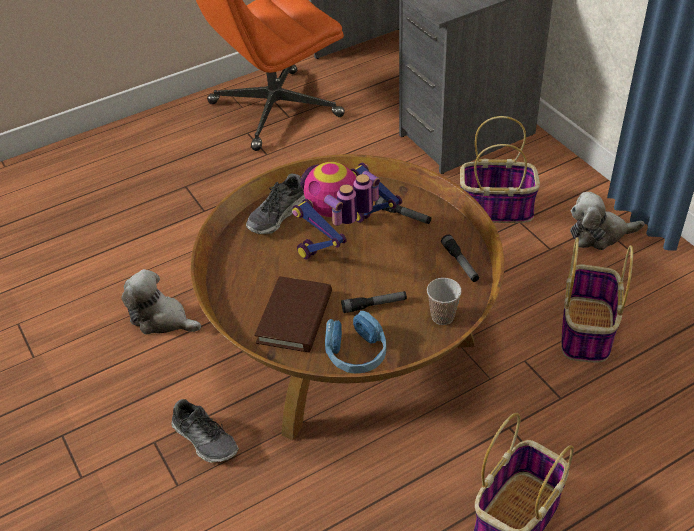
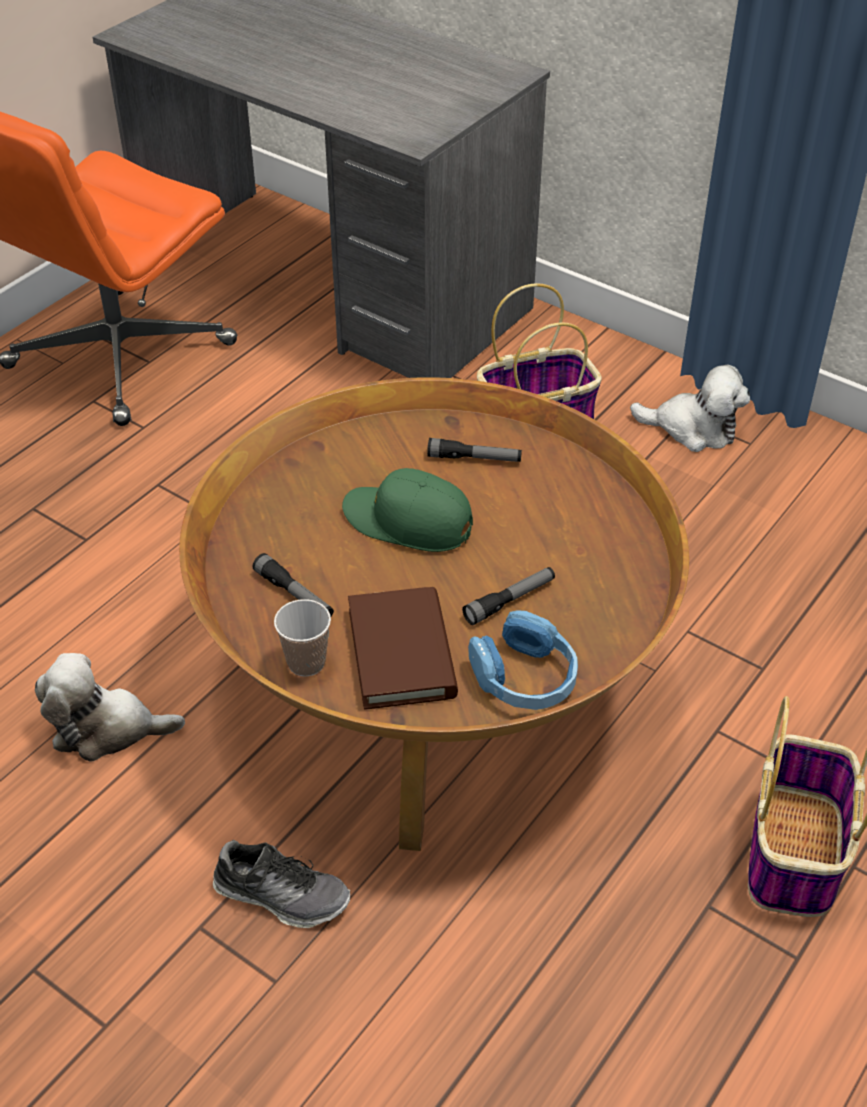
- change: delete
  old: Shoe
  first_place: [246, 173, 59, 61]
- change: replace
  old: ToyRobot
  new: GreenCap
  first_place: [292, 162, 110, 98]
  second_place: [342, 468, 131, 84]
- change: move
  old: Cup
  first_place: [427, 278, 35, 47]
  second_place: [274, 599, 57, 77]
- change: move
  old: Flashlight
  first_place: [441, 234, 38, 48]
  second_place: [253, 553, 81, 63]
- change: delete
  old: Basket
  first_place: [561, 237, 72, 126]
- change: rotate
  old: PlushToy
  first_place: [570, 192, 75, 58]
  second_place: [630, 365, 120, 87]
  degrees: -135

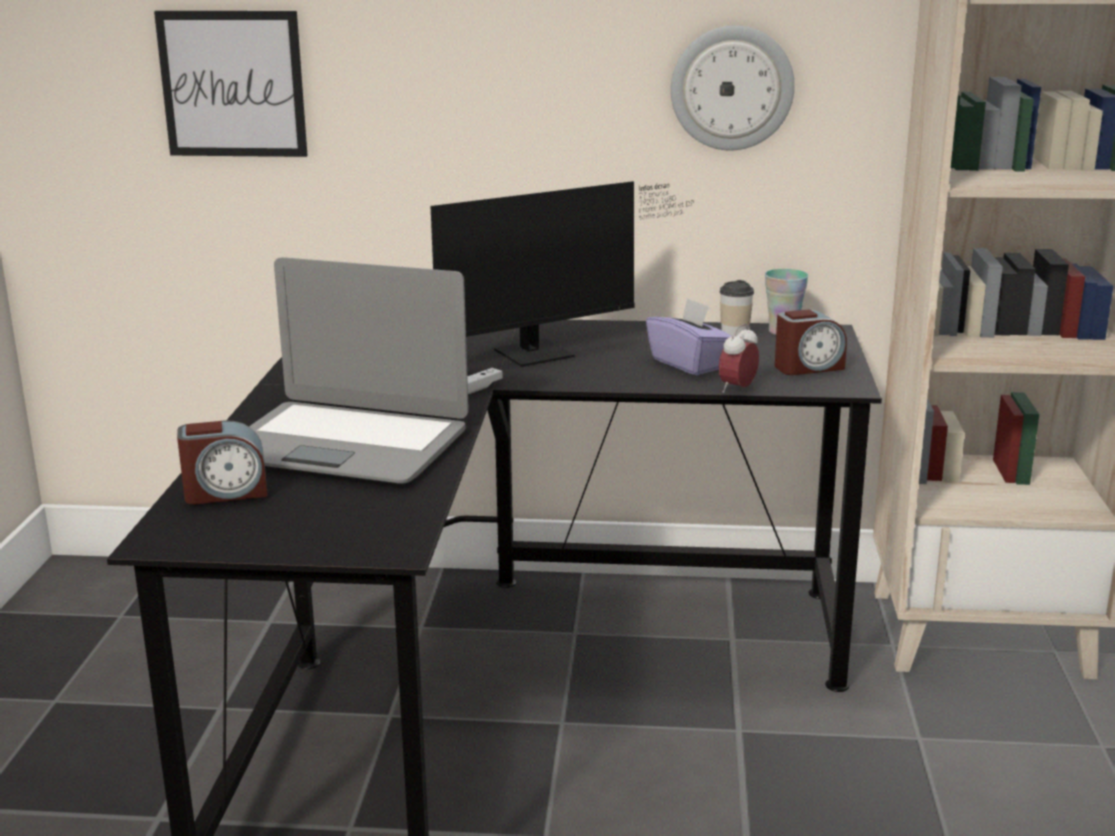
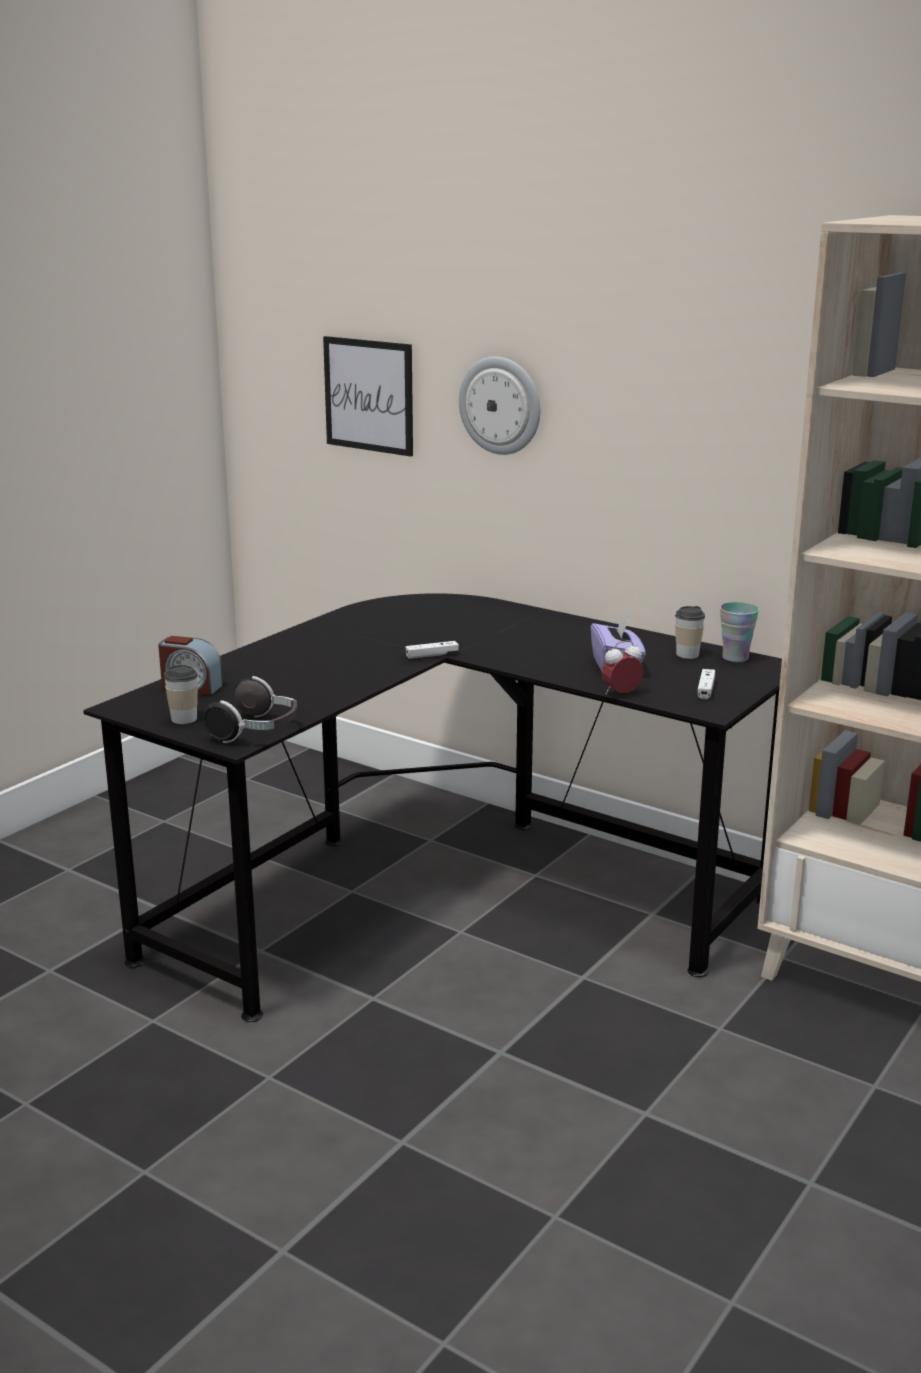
- change: delete
  old: Laptop
  first_place: [249, 257, 220, 227]
- change: delete
  old: Monitor
  first_place: [431, 181, 263, 186]
- change: move
  old: WallClock
  first_place: [671, 25, 124, 125]
  second_place: [459, 357, 81, 98]
- change: replace
  old: AlarmClock
  new: WhiteGameController
  first_place: [775, 309, 72, 66]
  second_place: [697, 669, 18, 30]
- change: insert
  new: Cup
  second_place: [164, 665, 34, 59]
- change: insert
  new: Headphones
  second_place: [203, 676, 94, 67]

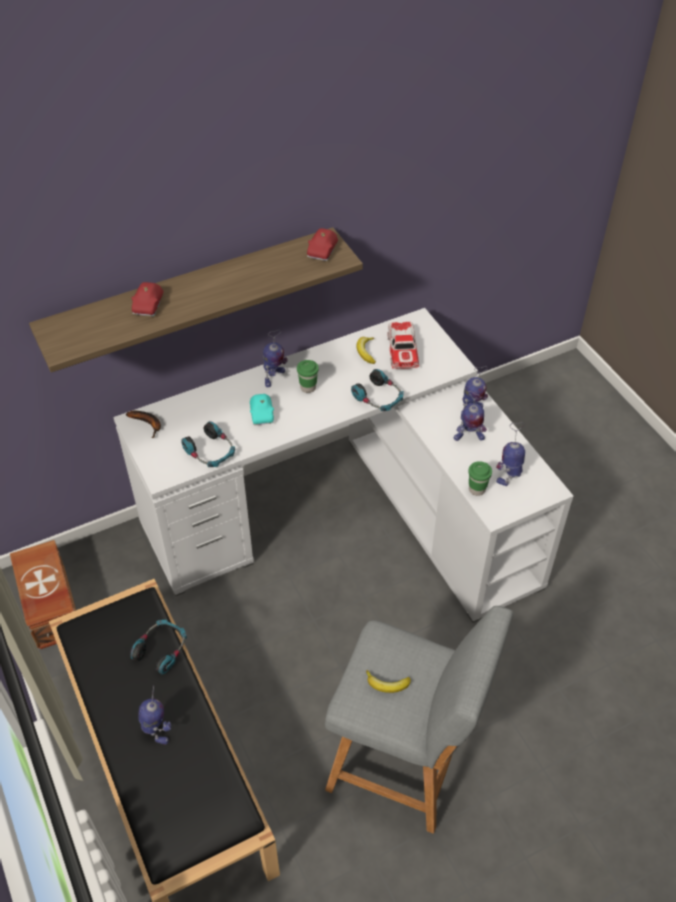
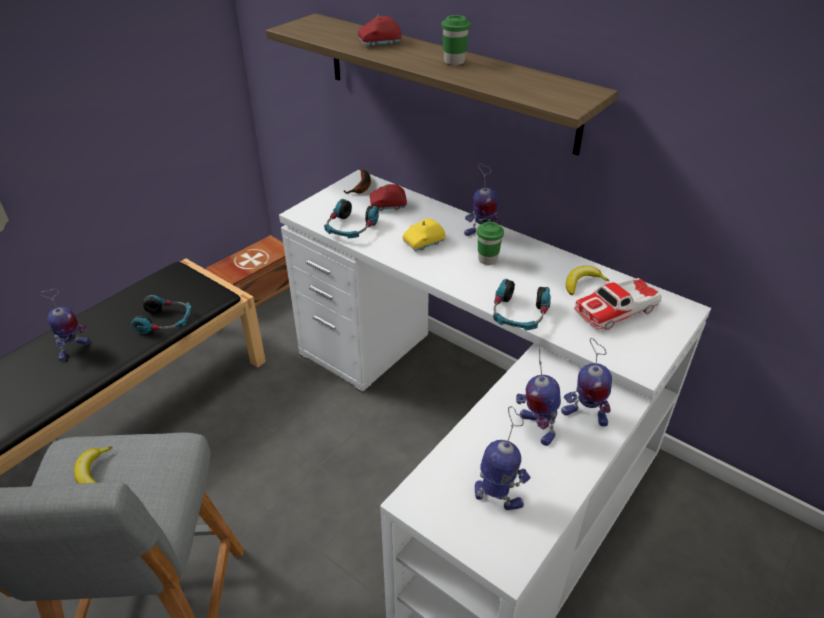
- change: recolor
  old: TurquoiseToyCar
  new: YellowToyCar
  first_place: [250, 394, 24, 31]
  second_place: [403, 219, 43, 32]
- change: move
  old: RedToyCar
  first_place: [307, 228, 31, 33]
  second_place: [370, 184, 37, 27]
- change: move
  old: GreenCup
  first_place: [468, 461, 24, 35]
  second_place: [441, 15, 30, 50]

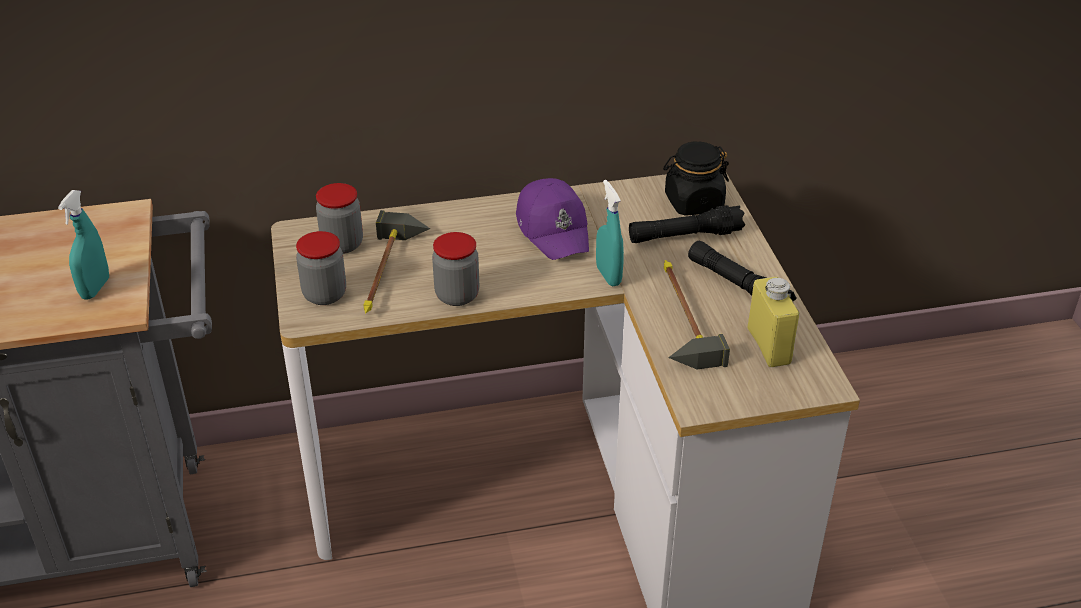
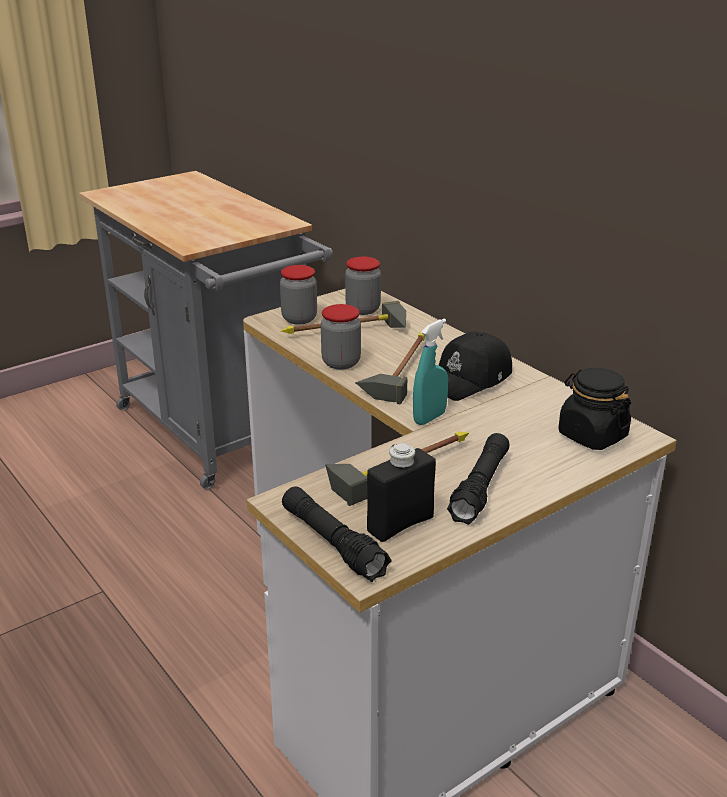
- change: delete
  old: TurquoiseSprayBottle
  first_place: [58, 190, 51, 110]
- change: recolor
  old: PurpleCap
  new: BlackCap
  first_place: [516, 178, 73, 82]
  second_place: [439, 331, 73, 70]
- change: move
  old: BlackFlashlight
  first_place: [629, 205, 116, 38]
  second_place: [282, 487, 109, 95]
- change: recolor
  old: YellowBottle
  new: BlackBottle
  first_place: [748, 277, 51, 90]
  second_place: [367, 443, 69, 99]
- change: insert
  new: Hammer
  second_place: [355, 333, 70, 72]

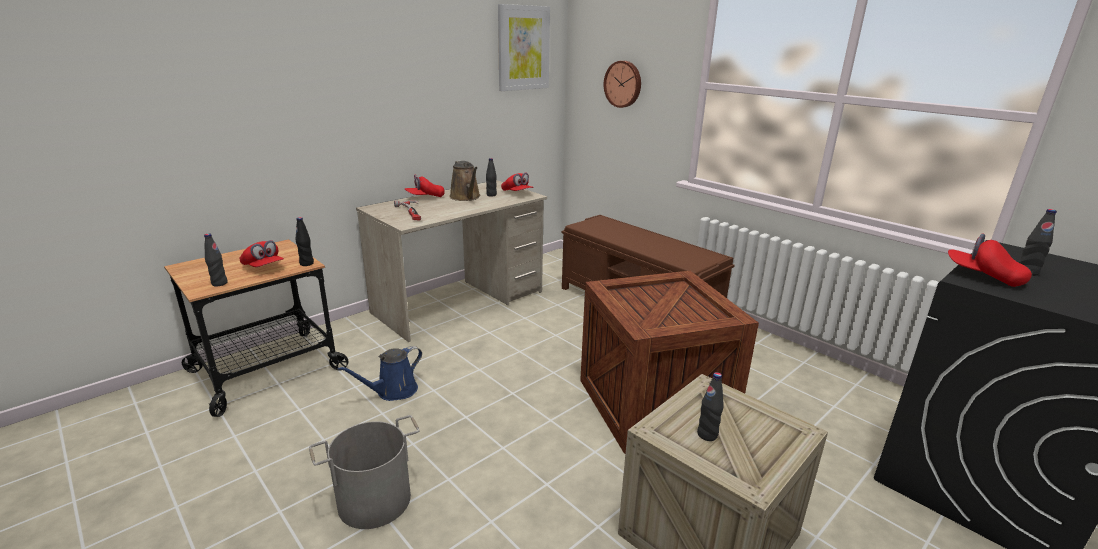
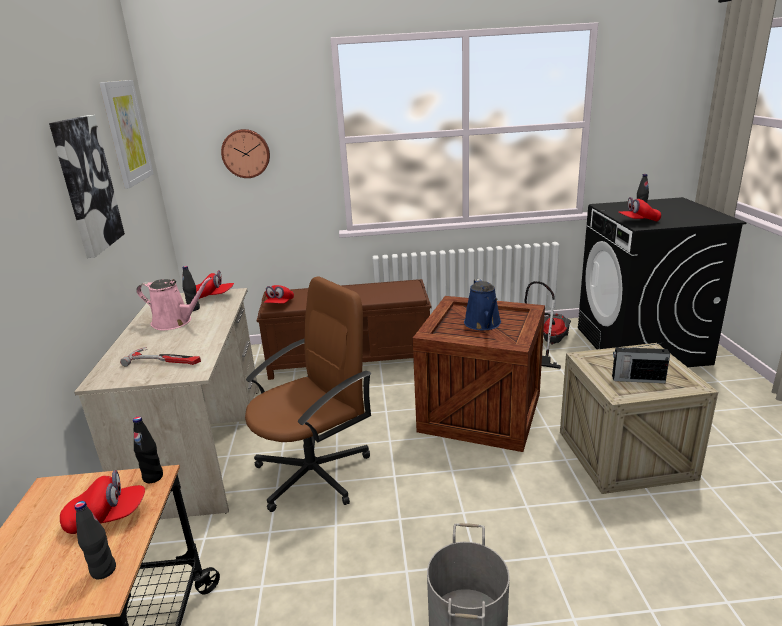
- change: move
  old: BlueWateringCan
  first_place: [337, 346, 85, 55]
  second_place: [464, 278, 37, 52]
- change: move
  old: RedCap
  first_place: [405, 175, 40, 22]
  second_place: [264, 285, 30, 18]
- change: recolor
  old: BrownWateringCan
  new: PinkWateringCan
  first_place: [449, 160, 31, 41]
  second_place: [136, 277, 76, 53]
- change: replace
  old: BlackBottle
  new: Radio
  first_place: [697, 372, 27, 69]
  second_place: [612, 343, 58, 40]
- change: insert
  new: Picture
  second_place: [49, 115, 76, 143]
- change: insert
  new: BrownOfficeChair
  second_place: [245, 276, 127, 236]
- change: insert
  new: VacuumCleaner
  second_place: [524, 281, 47, 88]

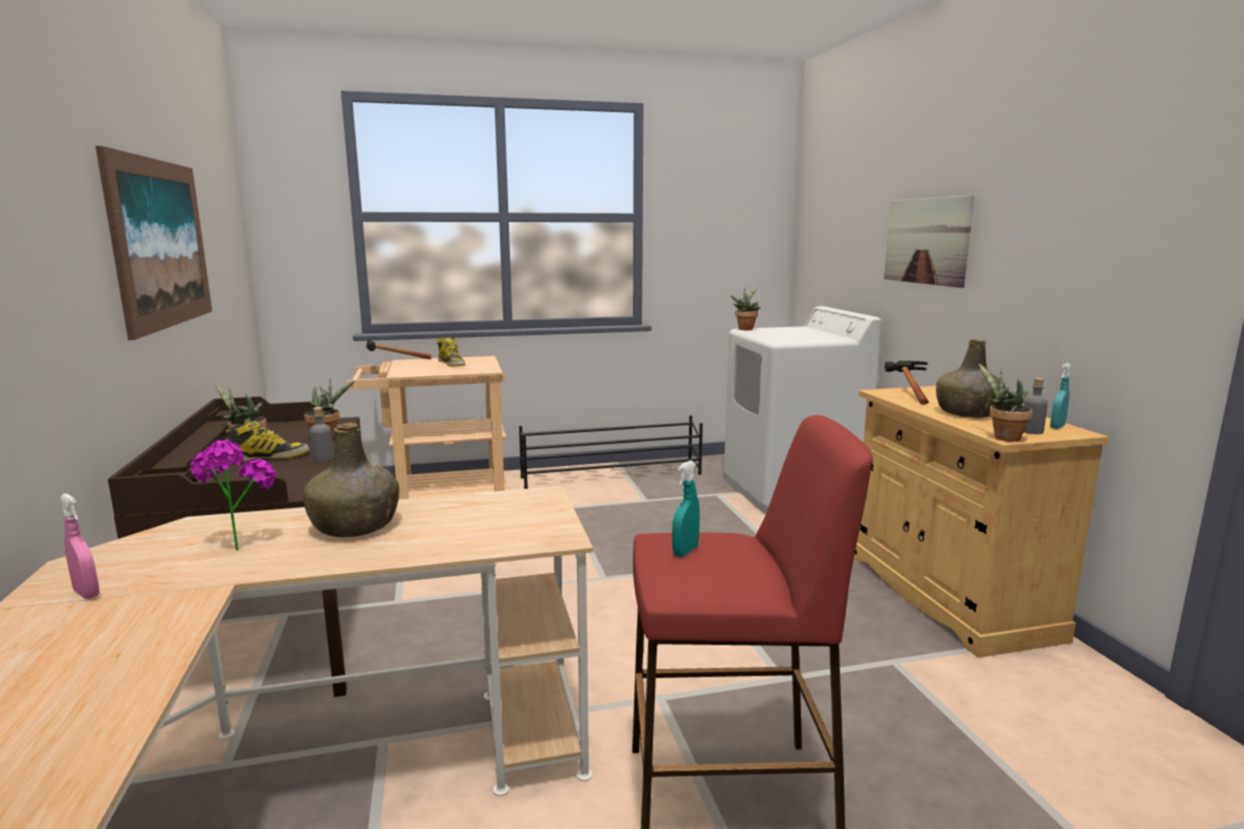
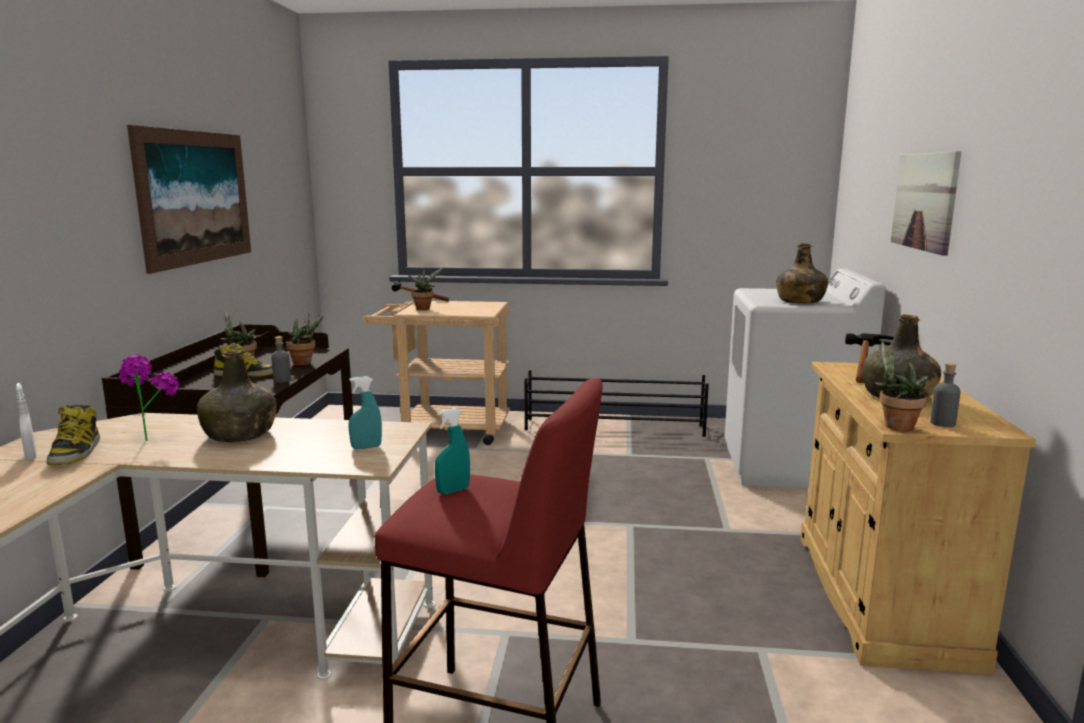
- change: recolor
  old: PinkSprayBottle
  new: WhiteSprayBottle
  first_place: [60, 493, 40, 106]
  second_place: [16, 383, 21, 77]
- change: move
  old: Boot
  first_place: [437, 337, 28, 30]
  second_place: [47, 404, 53, 61]
- change: move
  old: PottedPlant
  first_place: [730, 286, 31, 44]
  second_place: [408, 267, 36, 43]
- change: move
  old: TurquoiseSprayBottle
  first_place: [1050, 363, 21, 66]
  second_place: [348, 376, 34, 73]
- change: insert
  new: GreenBottle
  second_place: [776, 243, 52, 60]

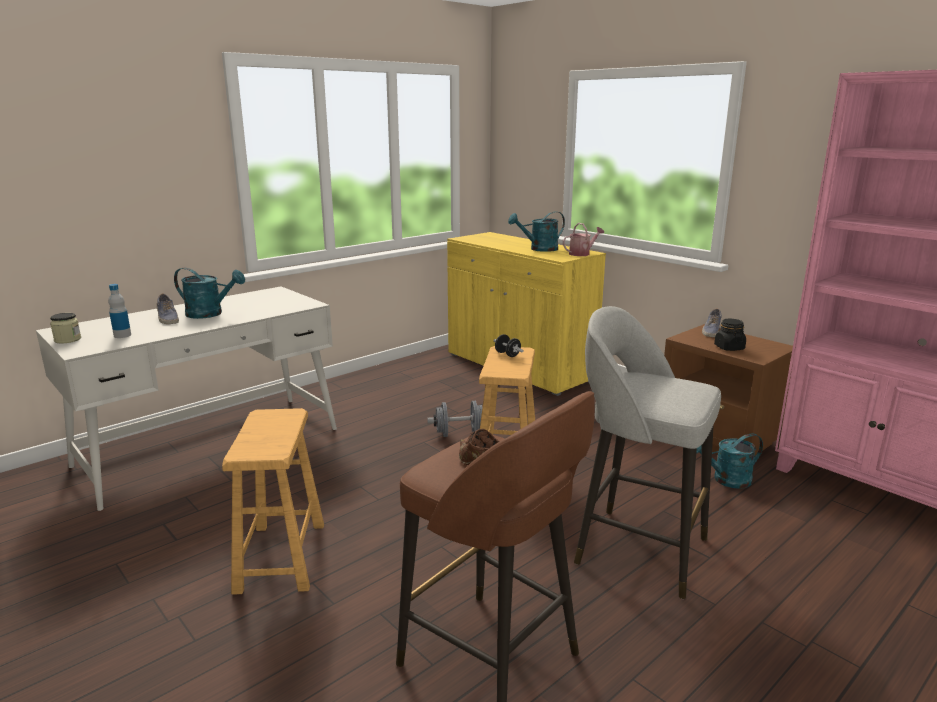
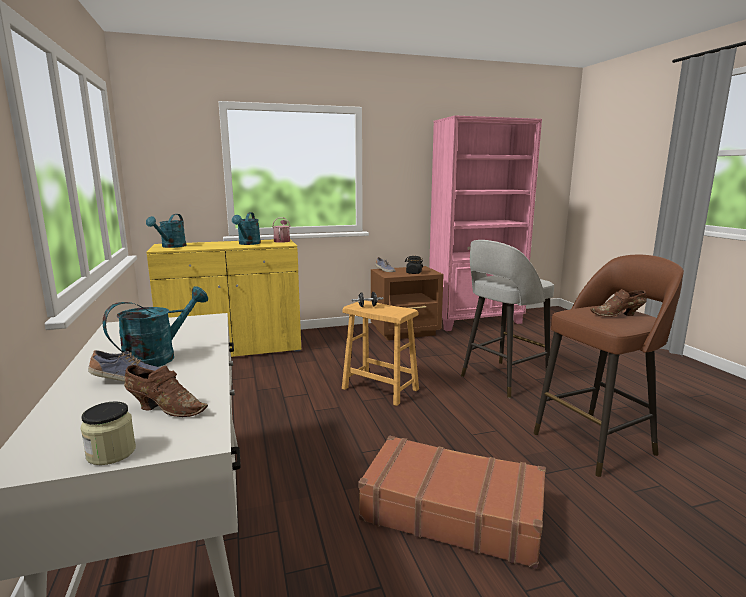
- change: replace
  old: Bottle
  new: BrownShoe
  first_place: [108, 284, 23, 54]
  second_place: [124, 365, 84, 52]
- change: replace
  old: BrownStool
  new: BrownSuitcase
  first_place: [222, 408, 102, 187]
  second_place: [358, 436, 188, 133]
- change: delete
  old: GreyDumbbell
  first_place: [427, 401, 56, 36]
- change: move
  old: TurquoiseWateringCan
  first_place: [696, 434, 67, 55]
  second_place: [146, 214, 41, 34]

